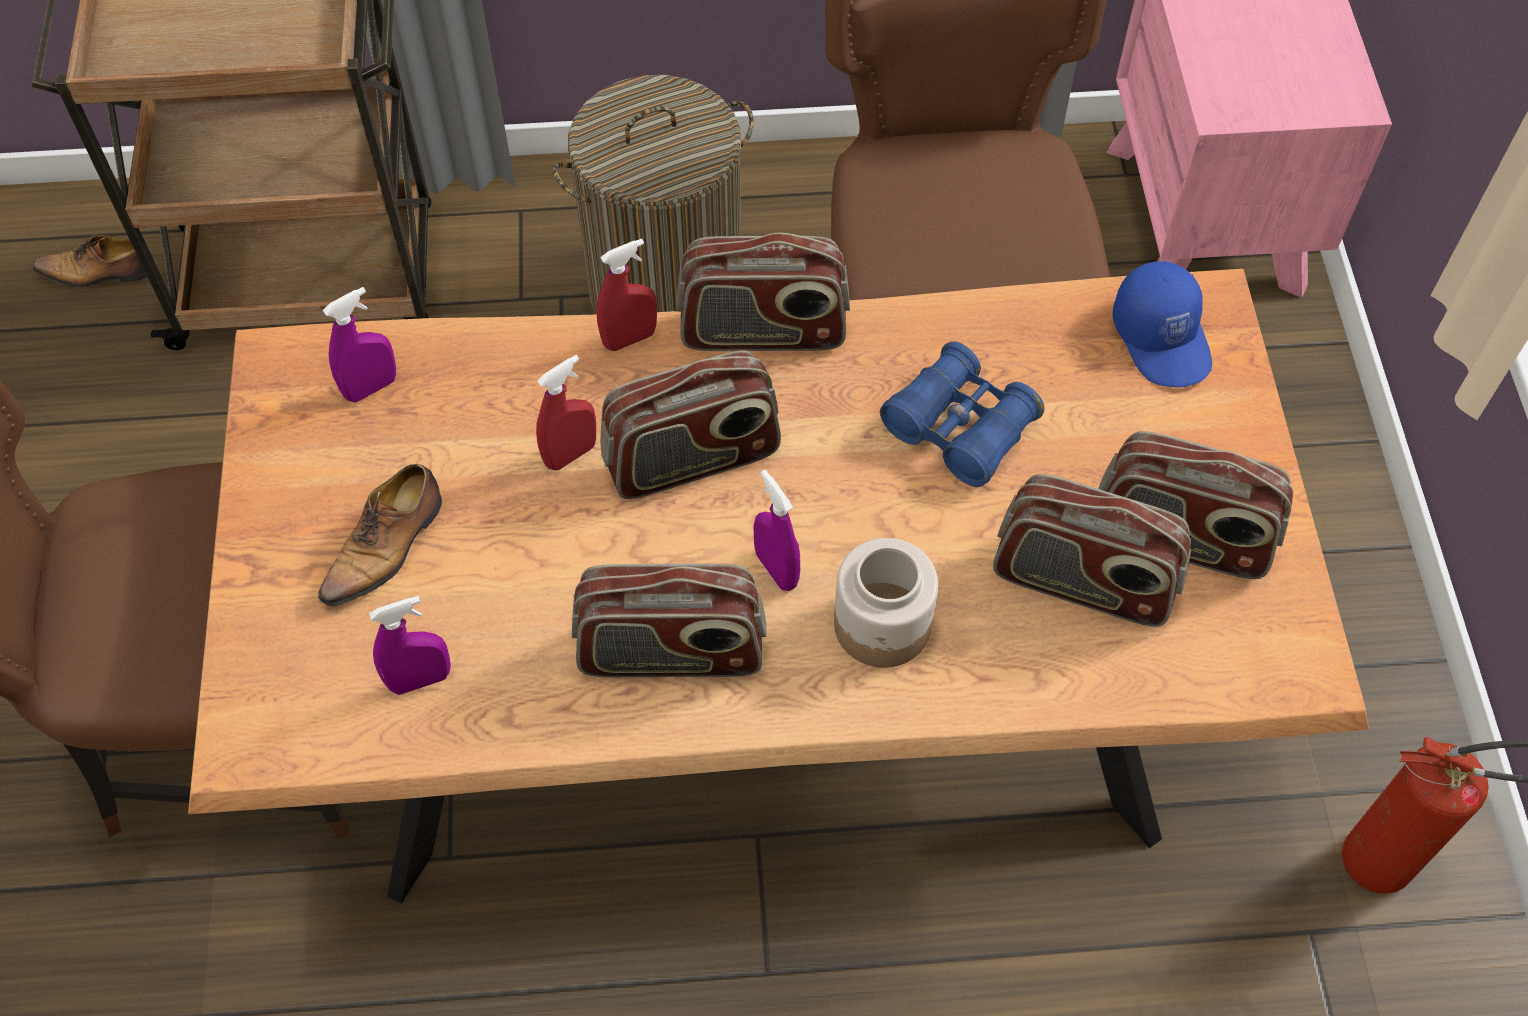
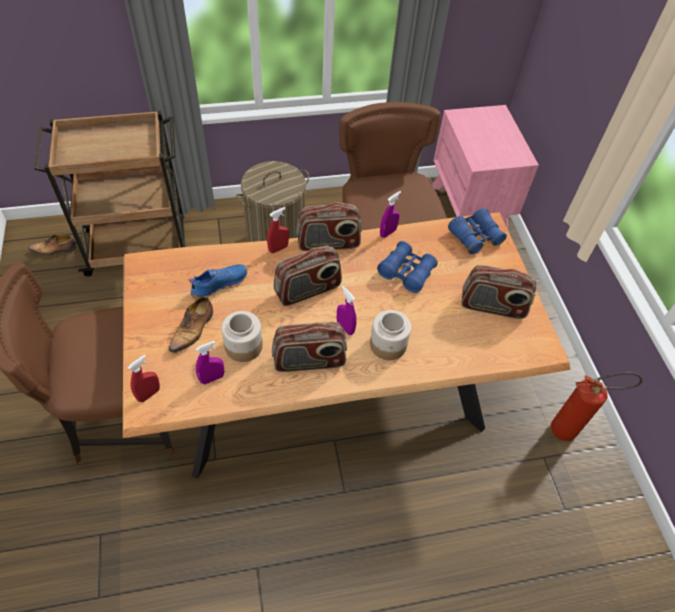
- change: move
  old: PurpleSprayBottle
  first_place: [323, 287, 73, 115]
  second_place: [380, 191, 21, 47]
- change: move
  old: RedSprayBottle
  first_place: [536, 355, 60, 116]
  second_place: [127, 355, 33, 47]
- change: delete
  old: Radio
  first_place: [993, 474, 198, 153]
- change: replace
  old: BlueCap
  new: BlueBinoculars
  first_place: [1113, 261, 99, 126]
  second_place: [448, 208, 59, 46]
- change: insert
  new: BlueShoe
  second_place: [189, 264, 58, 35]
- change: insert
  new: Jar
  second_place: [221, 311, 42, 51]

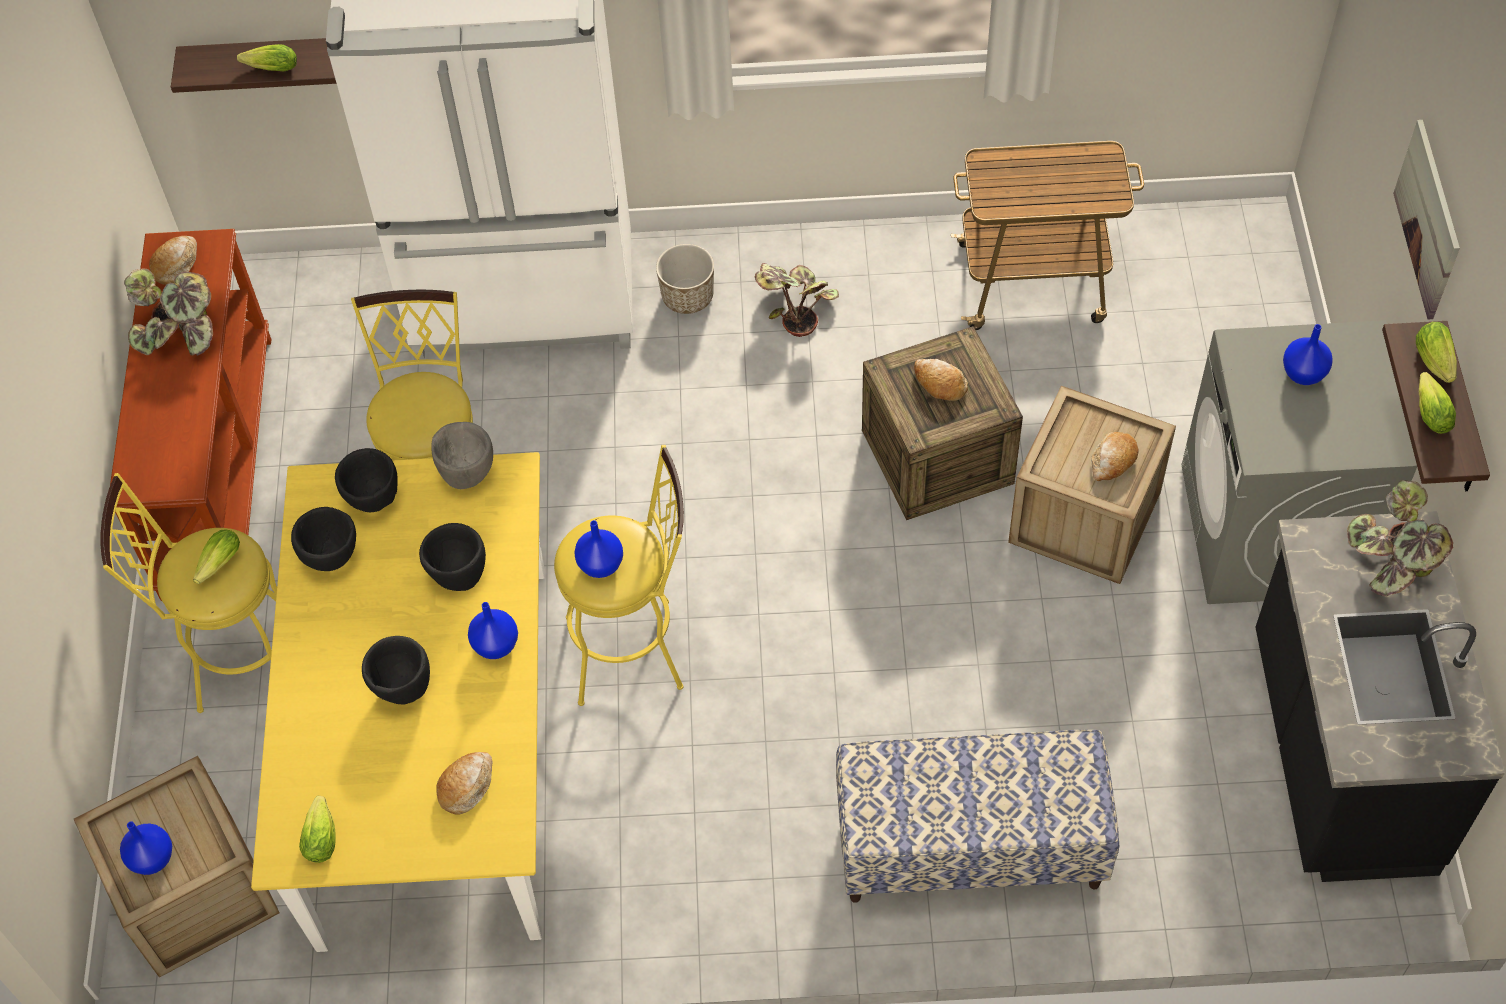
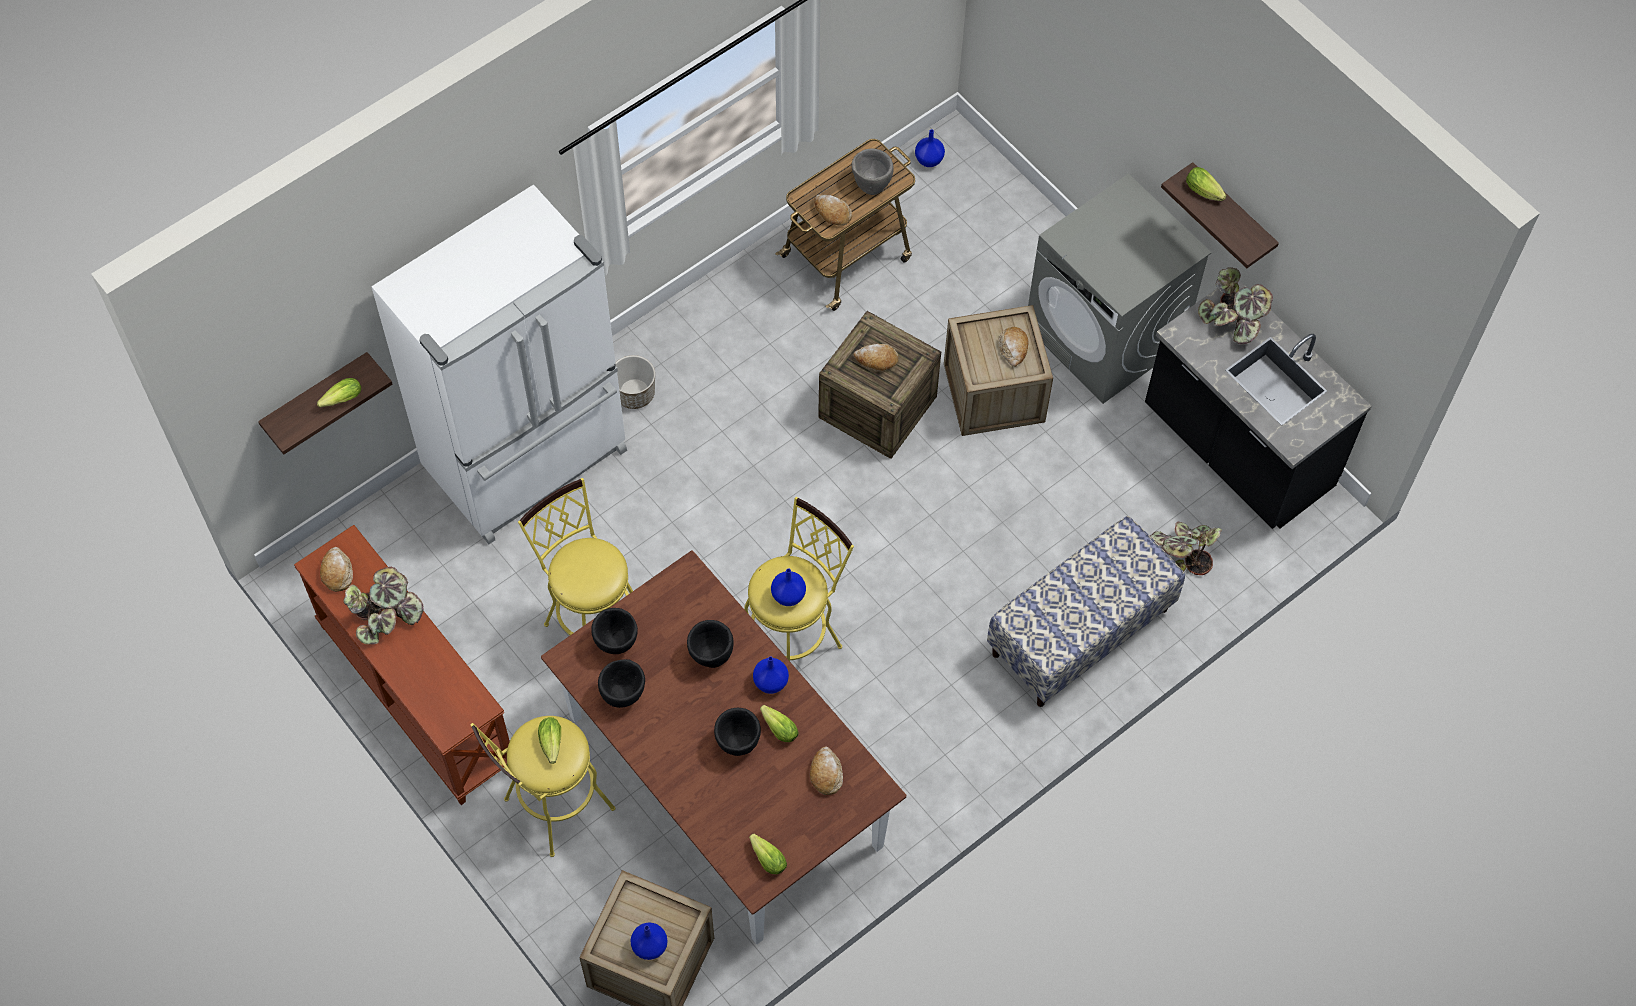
- change: recolor
  old: YellowDiningTable
  new: BrownDiningTable
  first_place: [251, 452, 294, 500]
  second_place: [541, 550, 365, 394]
- change: move
  old: GreyBowl
  first_place: [431, 422, 62, 67]
  second_place: [851, 149, 43, 46]
- change: move
  old: PottedPlant
  first_place: [755, 263, 84, 74]
  second_place: [1149, 522, 73, 53]
- change: move
  old: BlueVase
  first_place: [1283, 324, 50, 61]
  second_place: [915, 129, 30, 38]
- change: delete
  old: Picture
  first_place: [1393, 120, 67, 199]
- change: move
  old: Lettuce
  first_place: [1419, 372, 37, 62]
  second_place: [760, 705, 39, 37]
- change: insert
  new: Bread
  second_place: [814, 195, 38, 31]

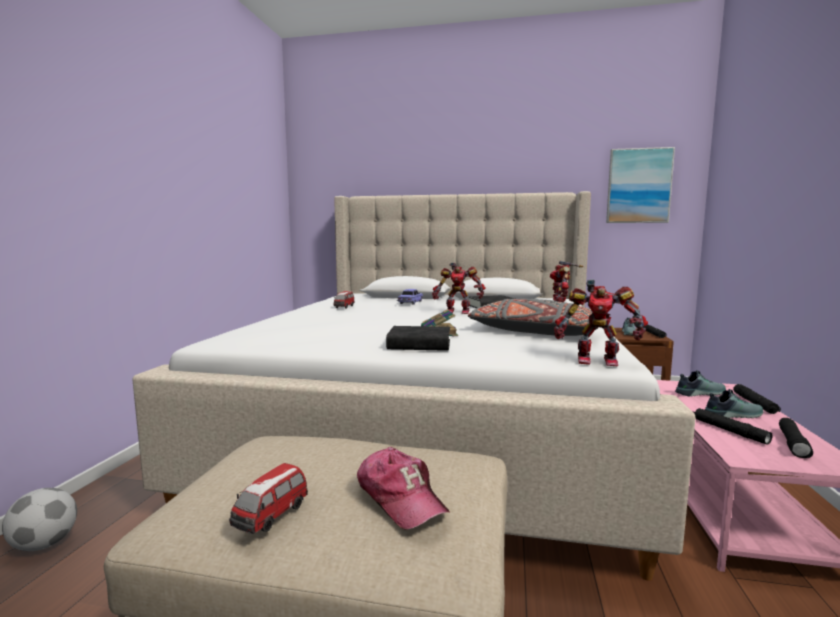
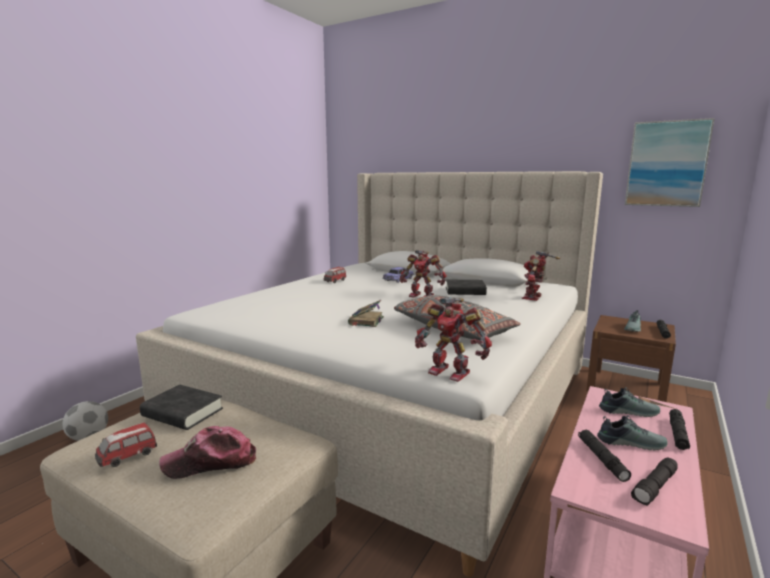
- change: rotate
  old: Cap
  first_place: [357, 447, 93, 83]
  second_place: [159, 426, 97, 53]
  degrees: 90
- change: move
  old: BlackBook
  first_place: [386, 326, 64, 25]
  second_place: [140, 385, 83, 45]

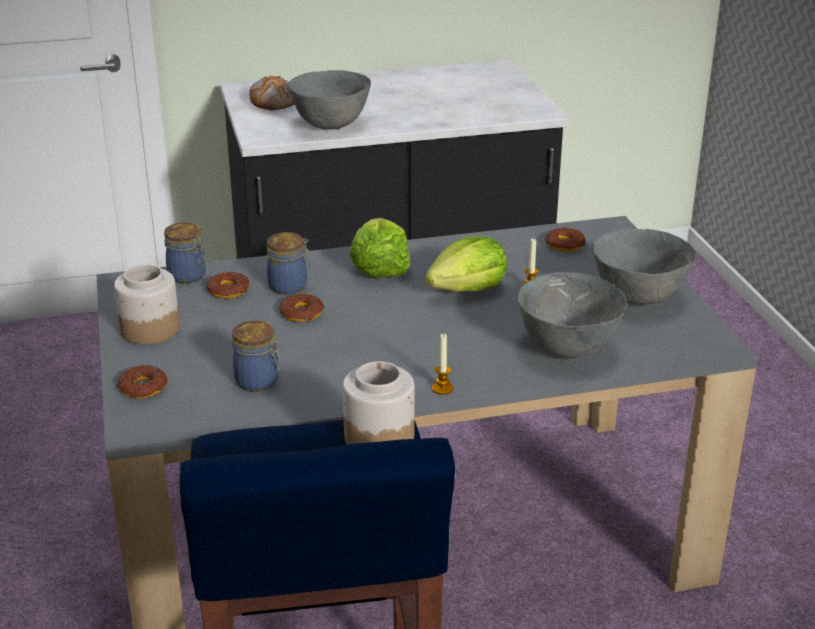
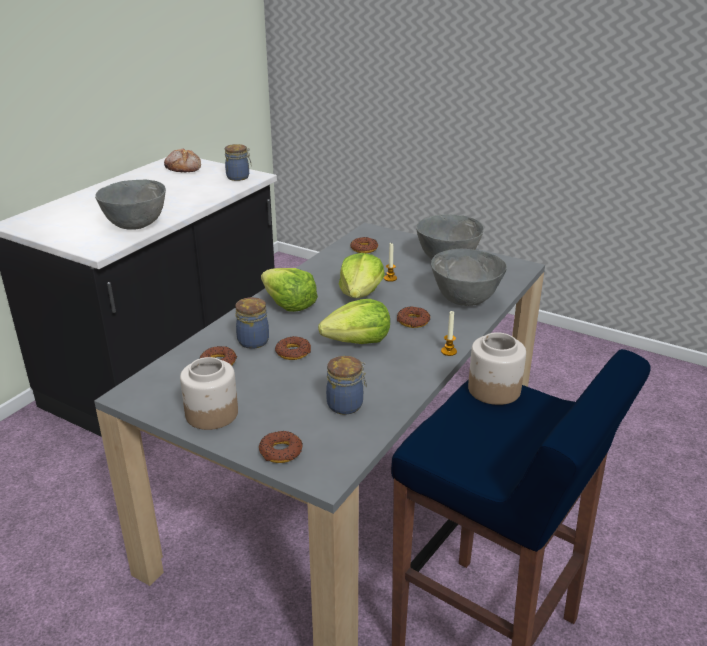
- change: move
  old: Jar
  first_place: [164, 222, 42, 62]
  second_place: [225, 144, 26, 37]
- change: move
  old: Bread
  first_place: [249, 76, 45, 34]
  second_place: [164, 149, 37, 23]
- change: insert
  new: Lettuce
  second_place: [318, 299, 72, 45]
- change: insert
  new: Donut
  second_place: [397, 306, 33, 22]

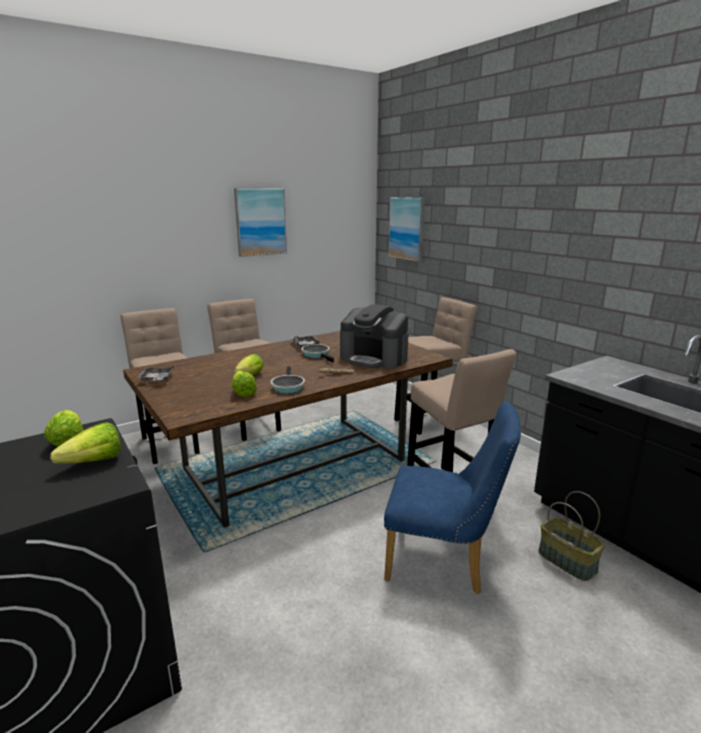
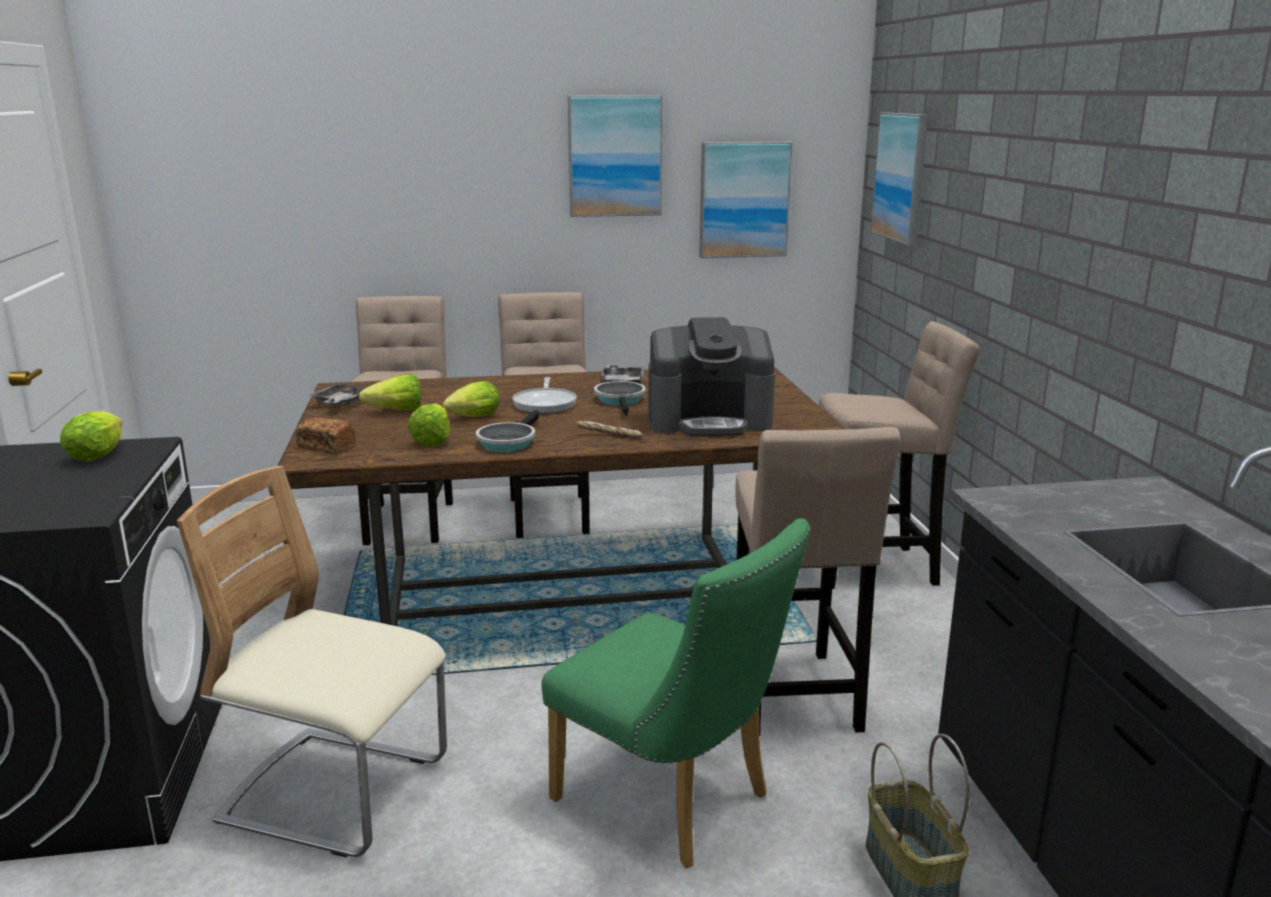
- change: move
  old: Lettuce
  first_place: [50, 422, 70, 42]
  second_place: [359, 374, 62, 36]
- change: rotate
  old: CoffeeMachine
  first_place: [340, 304, 69, 65]
  second_place: [648, 317, 127, 119]
  degrees: -60
- change: recolor
  old: BlueChair
  new: GreenChair
  first_place: [384, 401, 137, 193]
  second_place: [541, 518, 269, 350]
- change: insert
  new: BeigeChair
  second_place: [177, 466, 270, 391]
- change: insert
  new: Bread
  second_place: [295, 417, 61, 37]
- change: insert
  new: FryingPan
  second_place: [513, 377, 64, 37]
- change: insert
  new: Picture
  second_place: [699, 141, 94, 117]

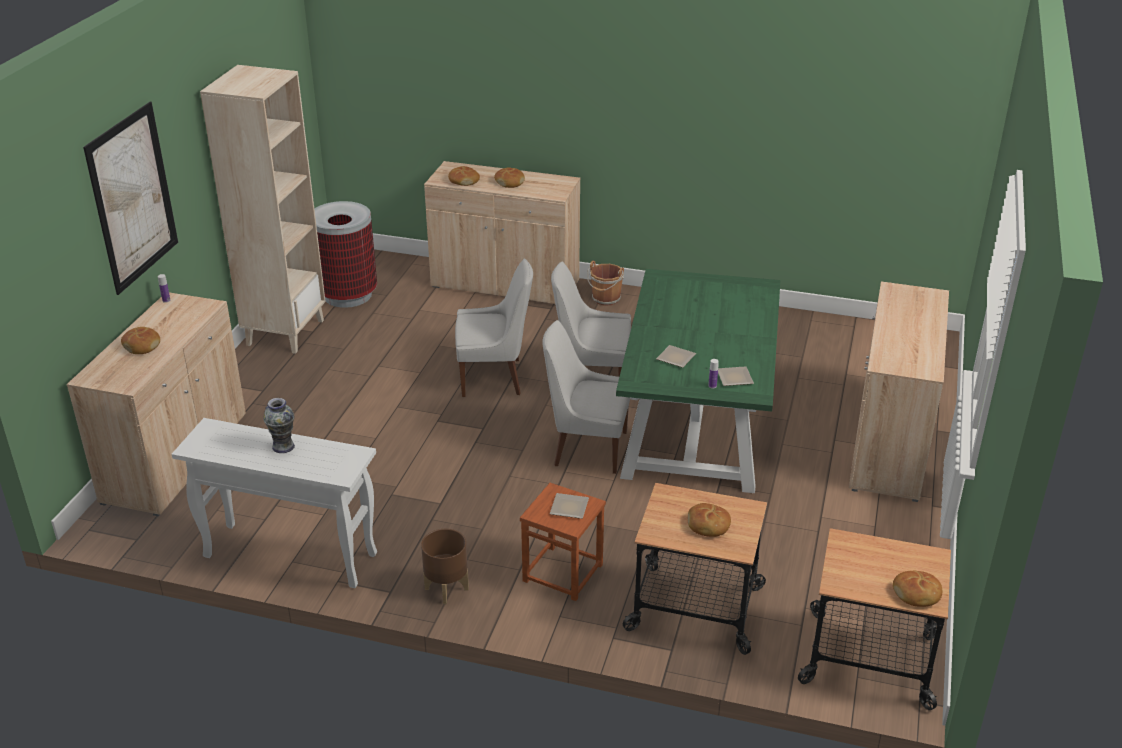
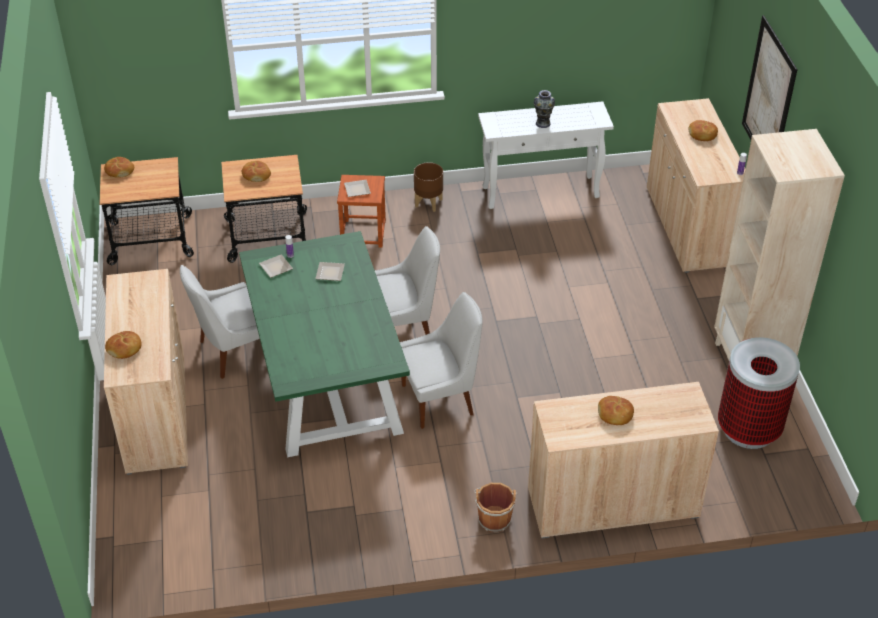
- change: move
  old: Bread
  first_place: [448, 166, 32, 20]
  second_place: [105, 331, 37, 28]
- change: move
  old: WhiteChair
  first_place: [455, 259, 78, 138]
  second_place: [180, 265, 80, 114]

